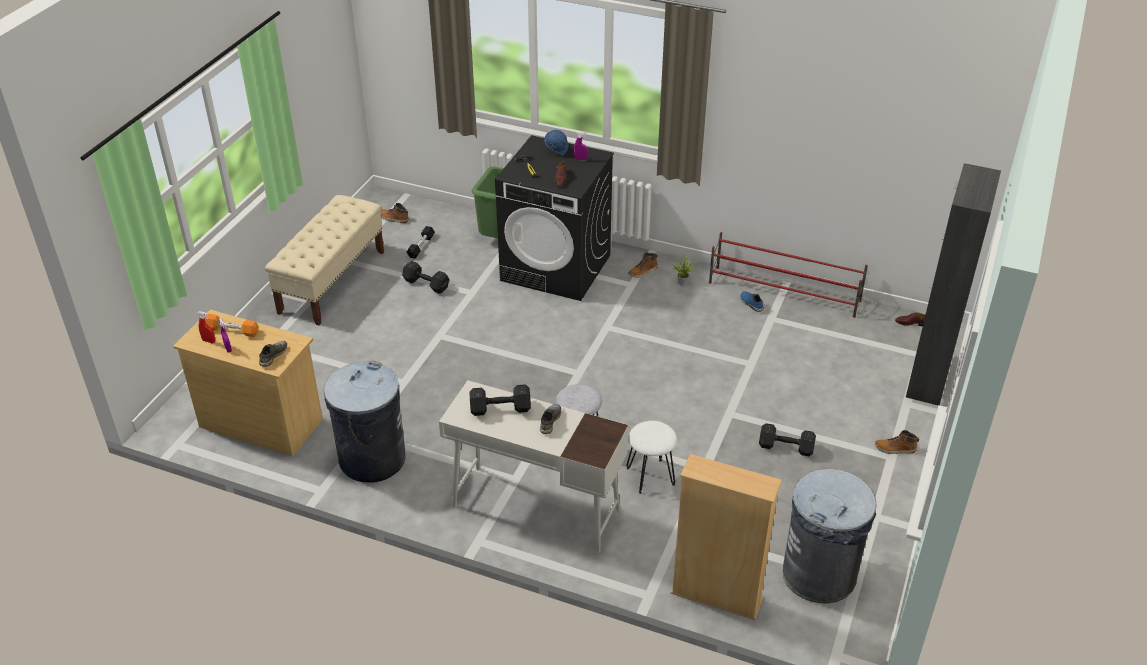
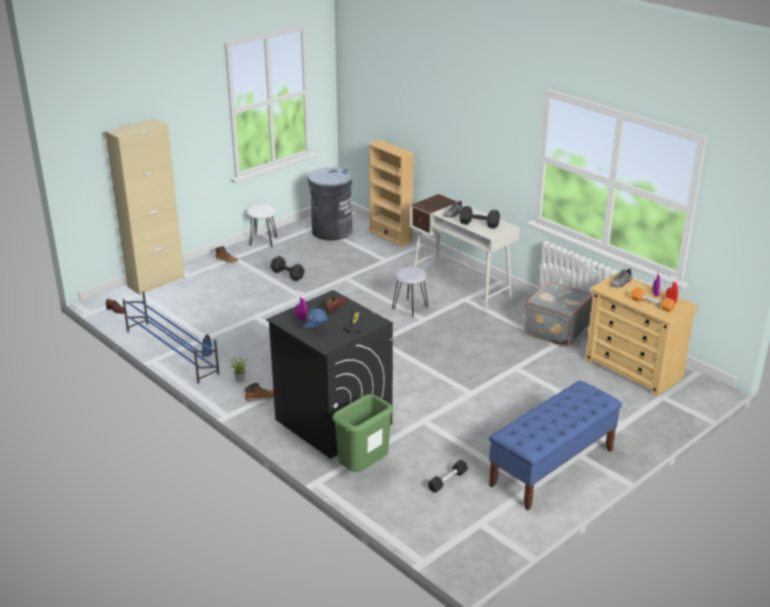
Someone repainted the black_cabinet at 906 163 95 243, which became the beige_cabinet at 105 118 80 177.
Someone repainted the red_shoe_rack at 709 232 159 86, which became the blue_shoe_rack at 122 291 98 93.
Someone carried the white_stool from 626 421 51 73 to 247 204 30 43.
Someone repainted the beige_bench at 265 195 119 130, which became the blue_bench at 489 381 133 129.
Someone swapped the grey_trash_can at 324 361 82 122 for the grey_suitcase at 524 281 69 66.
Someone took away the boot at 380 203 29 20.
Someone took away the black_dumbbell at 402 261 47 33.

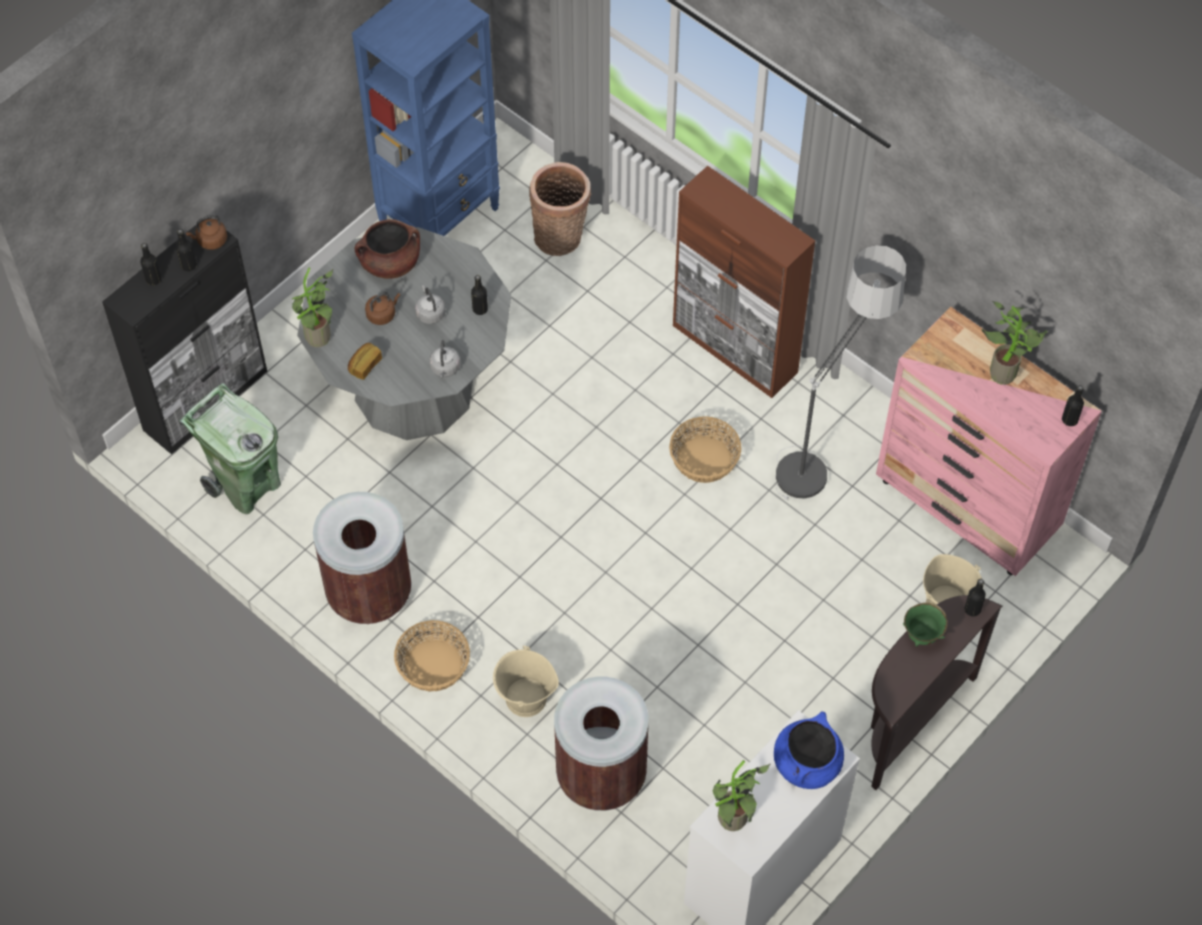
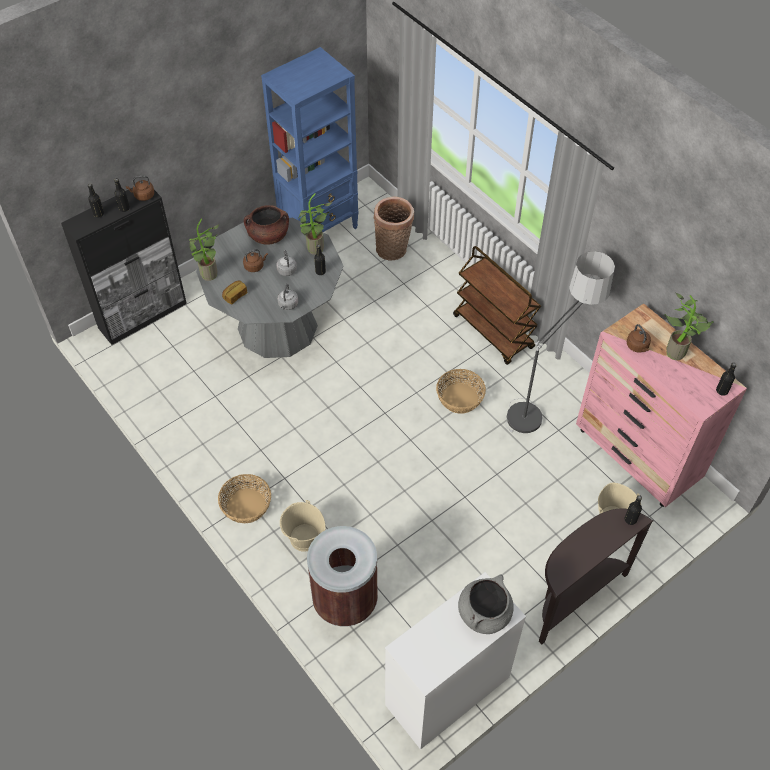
Someone carried the potted_plant from 713 760 57 71 to 298 193 34 62.
Someone swapped the brown_cabinet at 673 166 142 232 for the brown_cart at 453 246 88 119.
Someone repainted the blue_cooking_pot at 774 712 70 77, which became the grey_cooking_pot at 458 574 56 60.
Someone put down the brown_kettle at 627 324 24 29.
Someone took away the green_trash_can at 179 383 102 131.
Someone took away the brown_trash_can at 313 492 99 132.
Someone took away the green_bowl at 903 603 45 44.

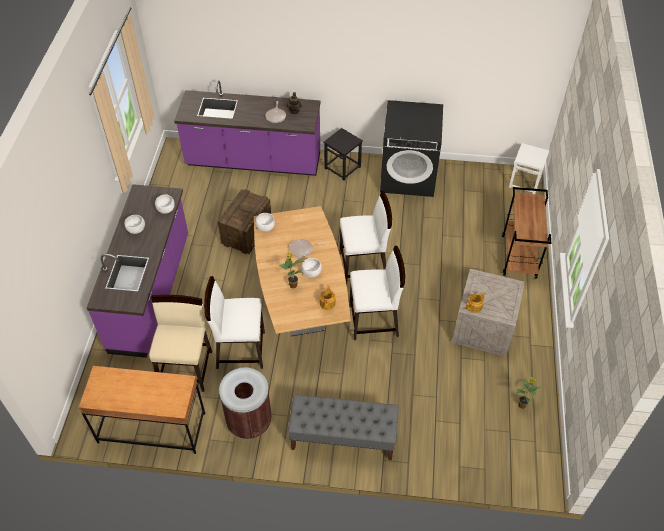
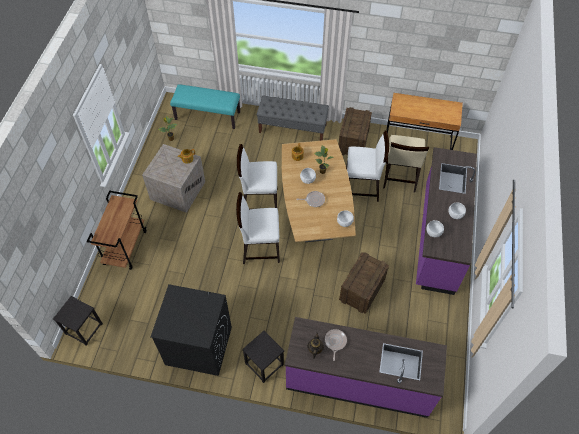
Someone repainted the white_stool at 509 143 40 51, which became the black_stool at 53 296 50 50.
Someone put down the turquoise_bench at 170 84 70 45.
Someone swapped the brown_trash_can at 219 367 53 72 for the crate at 339 107 33 48.

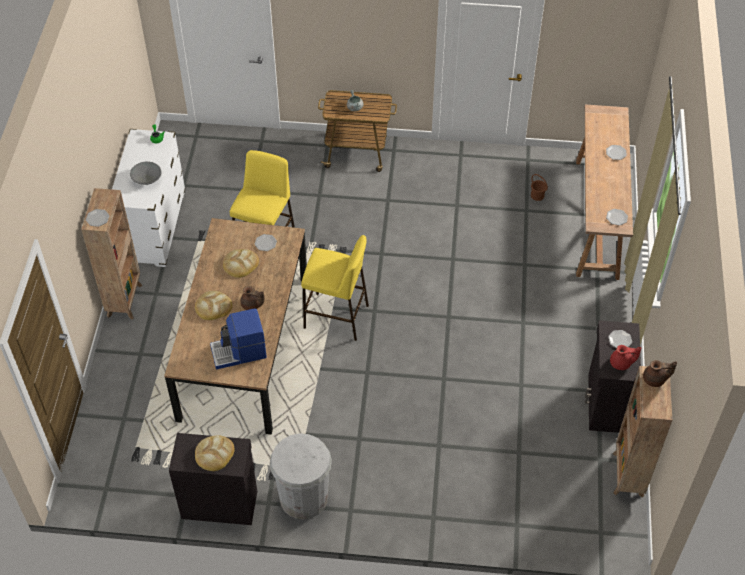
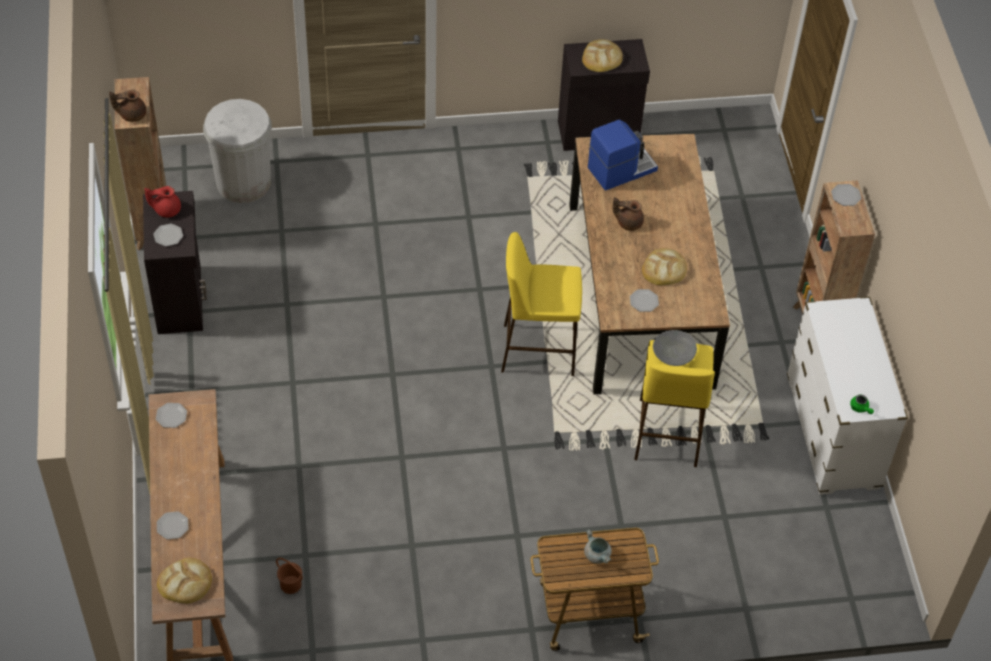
Someone carried the bread from 195 291 38 29 to 157 558 55 46.
Someone carried the white_trash_can from 270 433 62 87 to 203 99 69 104.
Someone carried the grey_bowl from 130 161 31 24 to 653 330 44 36.

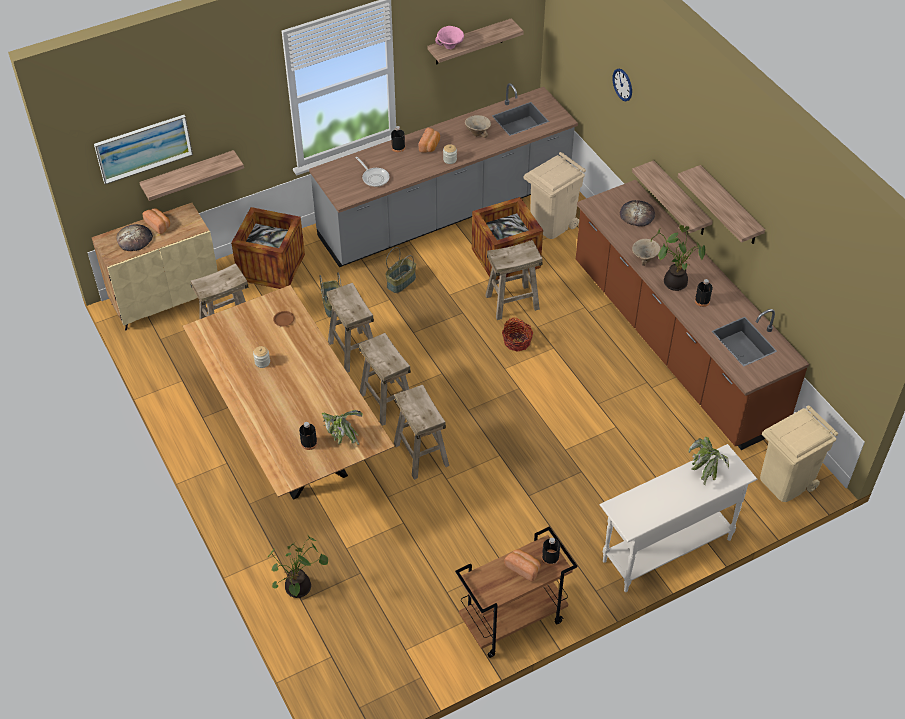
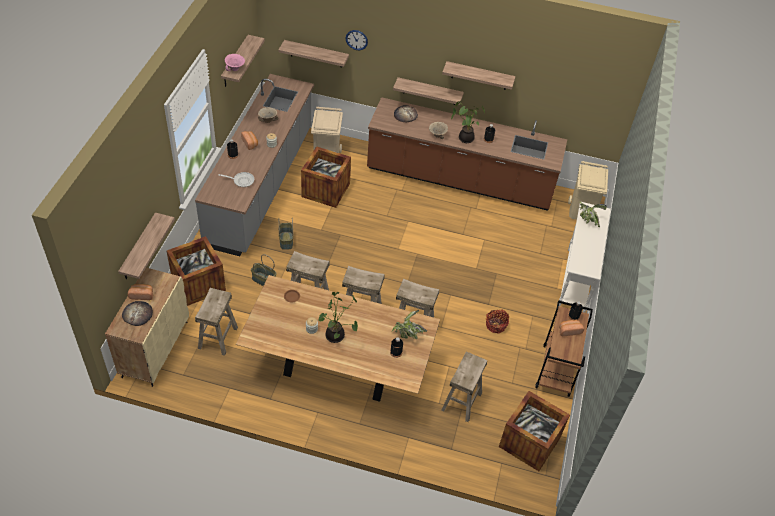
Someone put up the shelf at 278 40 71 28.
Someone carried the potted_plant from 268 536 60 62 to 319 292 39 51.
Someone carried the beige_stool from 485 240 58 80 to 441 351 47 71.
Someone carried the basket from 502 317 32 35 to 486 309 23 25.
Someone put down the crate at 499 391 71 80.
Someone took away the picture at 94 115 99 70.

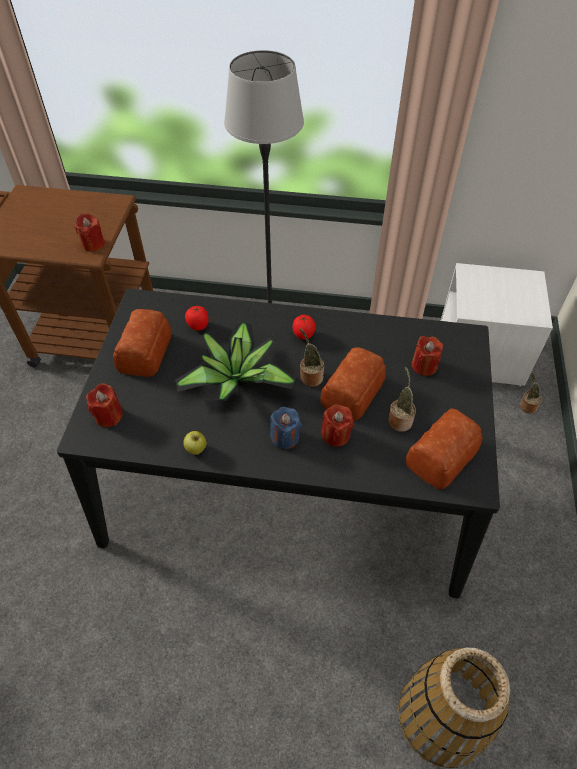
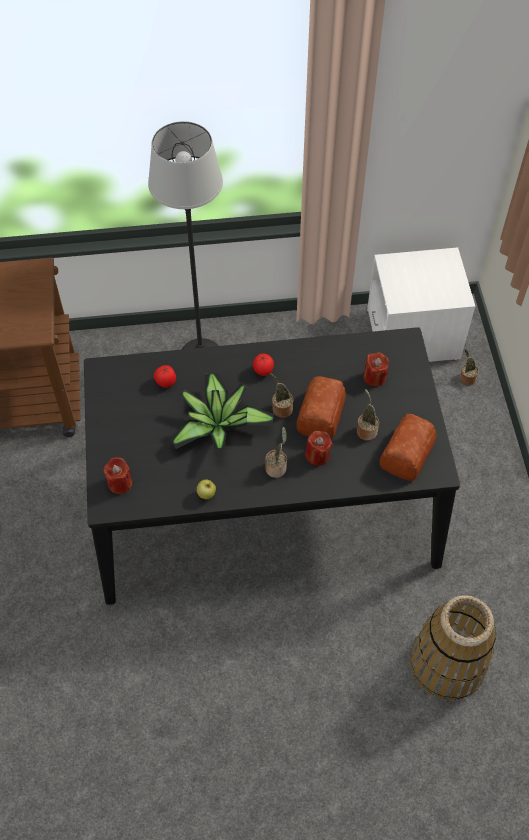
Someone swapped the blue_candle at 270 407 32 42 for the potted_plant at 265 427 22 51.
Someone took away the red_candle at 74 213 32 39.
Someone took away the bread at 113 309 58 68.

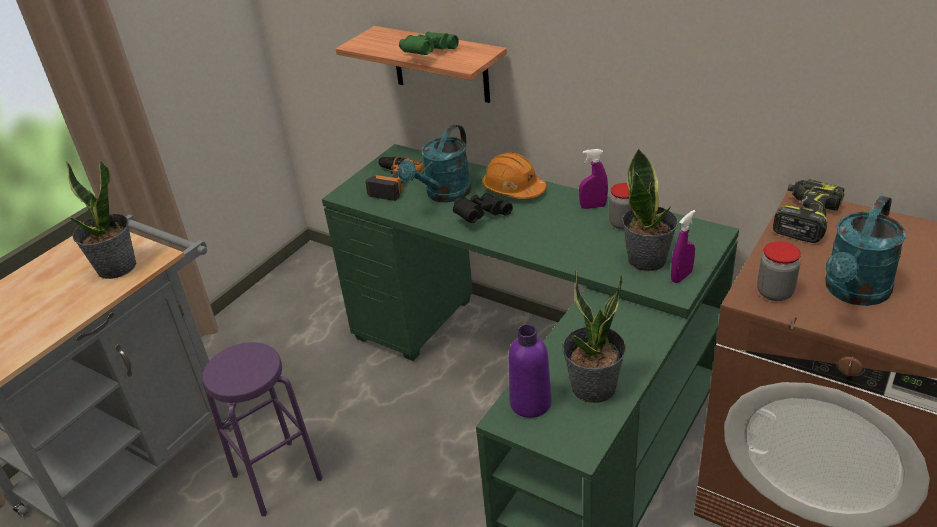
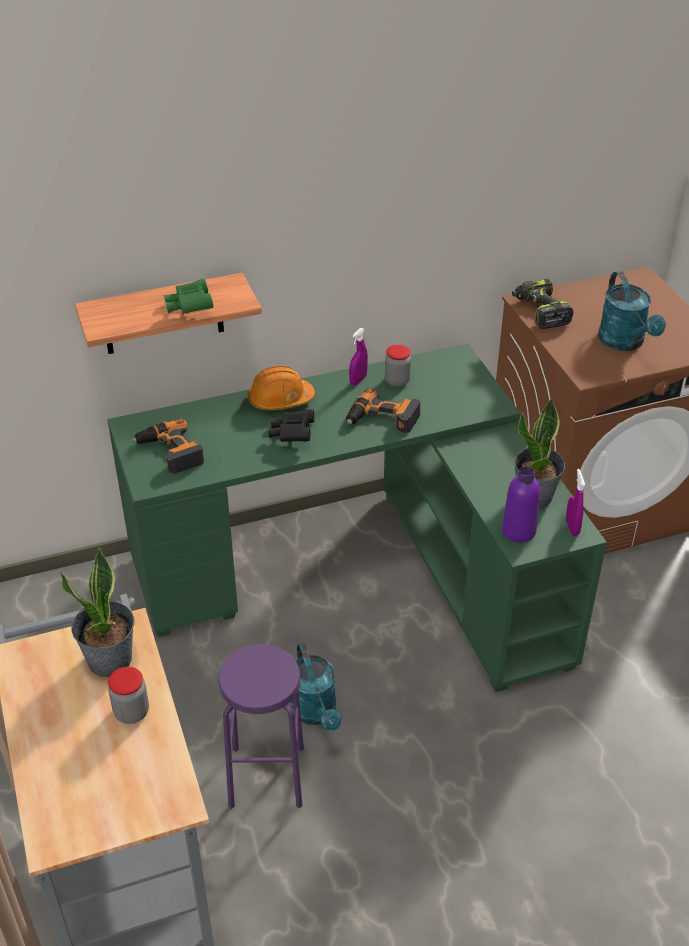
Someone carried the jar from 757 241 44 60 to 108 667 41 57.
Someone carried the turquoise_watering_can from 398 124 73 78 to 290 643 52 88.
Someone put down the power_drill at 346 388 74 45.
Someone carried the purple_spray_bottle from 671 210 25 73 to 566 469 19 67.
Someone took away the potted_plant at 622 148 56 123.

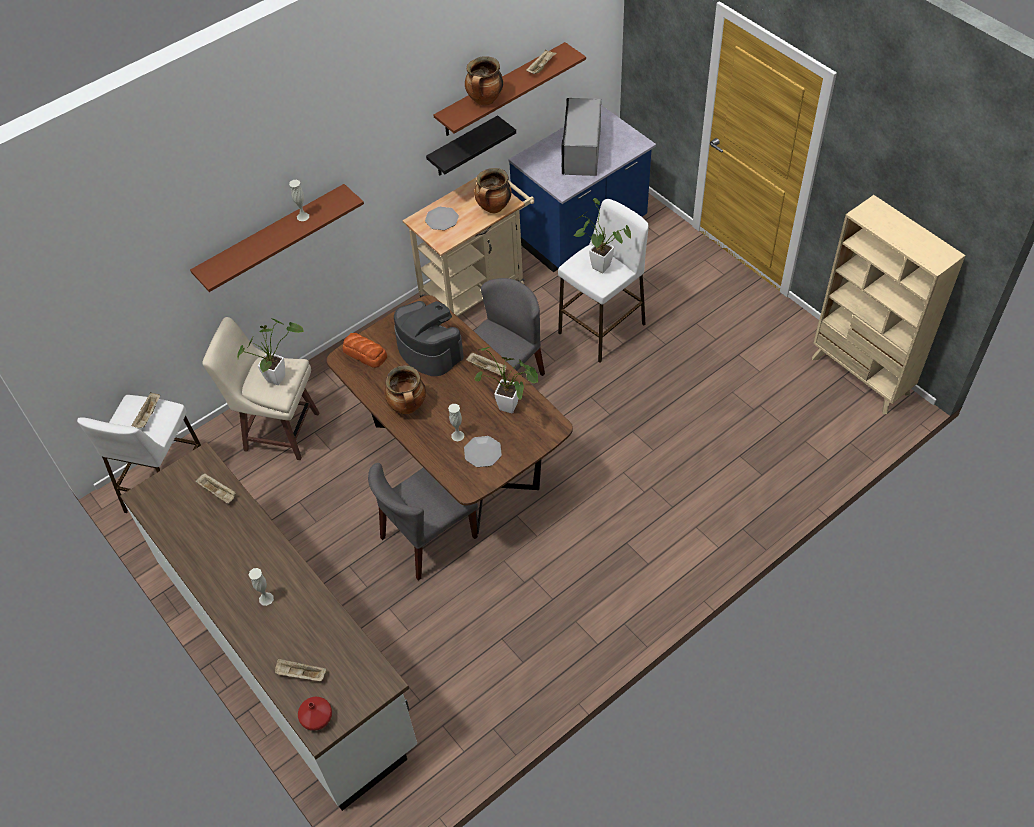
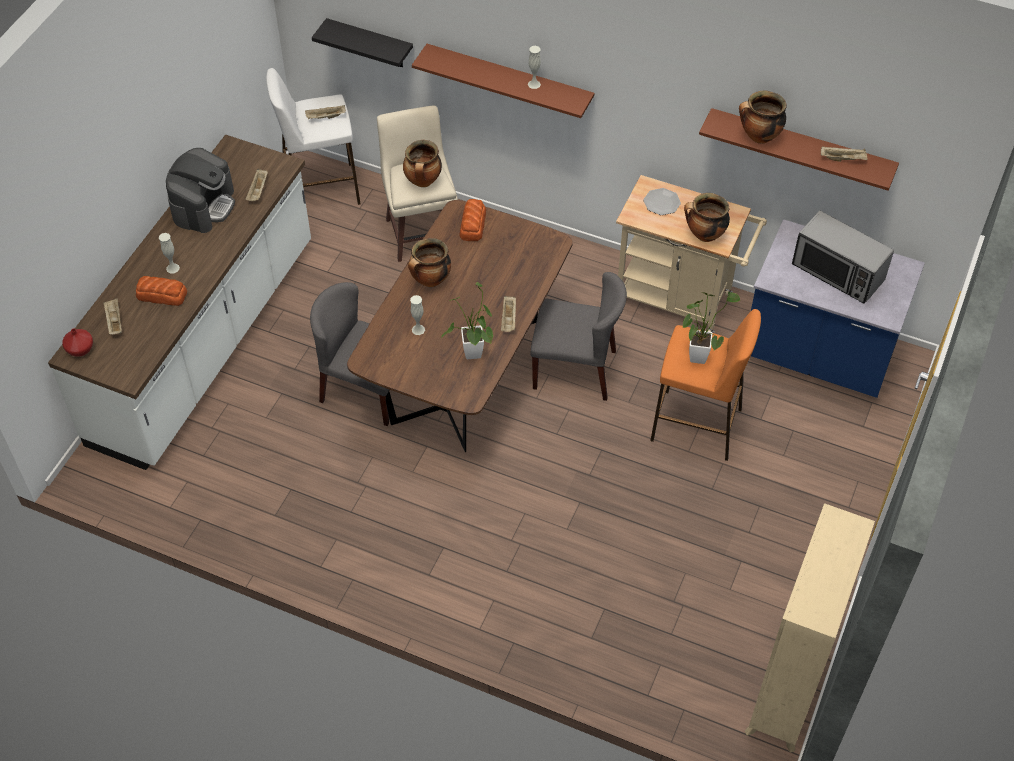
Someone put down the bread at 136 276 51 30.
Someone carried the coffee_machine from 394 301 70 75 to 166 148 69 85.
Someone carried the black_shelf from 426 115 90 61 to 312 18 101 49.
Someone swapped the potted_plant at 237 318 67 67 for the cooking_pot at 403 140 39 47.
Someone repainted the white_stool at 558 199 91 164, which became the orange_stool at 650 309 111 152.
Someone rotated the microwave at 561 98 40 78 by 120 degrees counterclockwise.
Someone took away the plate at 464 436 38 31.

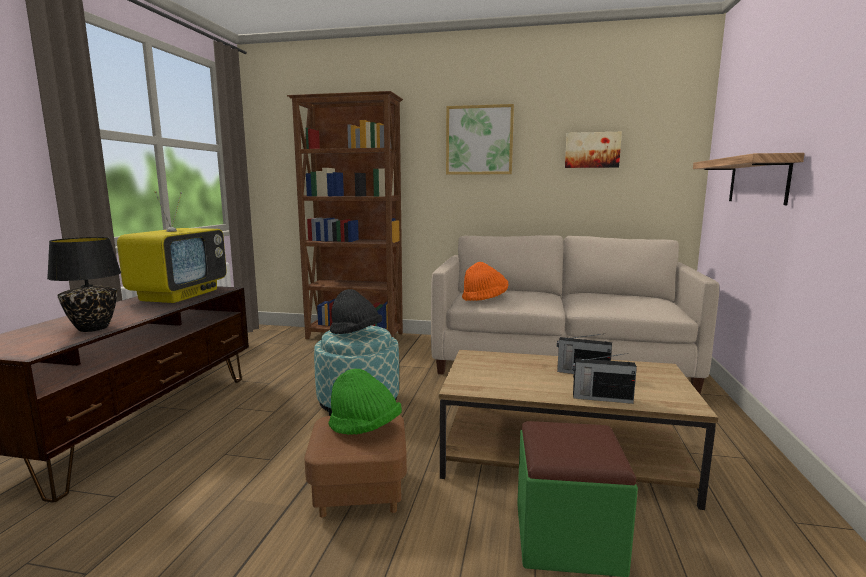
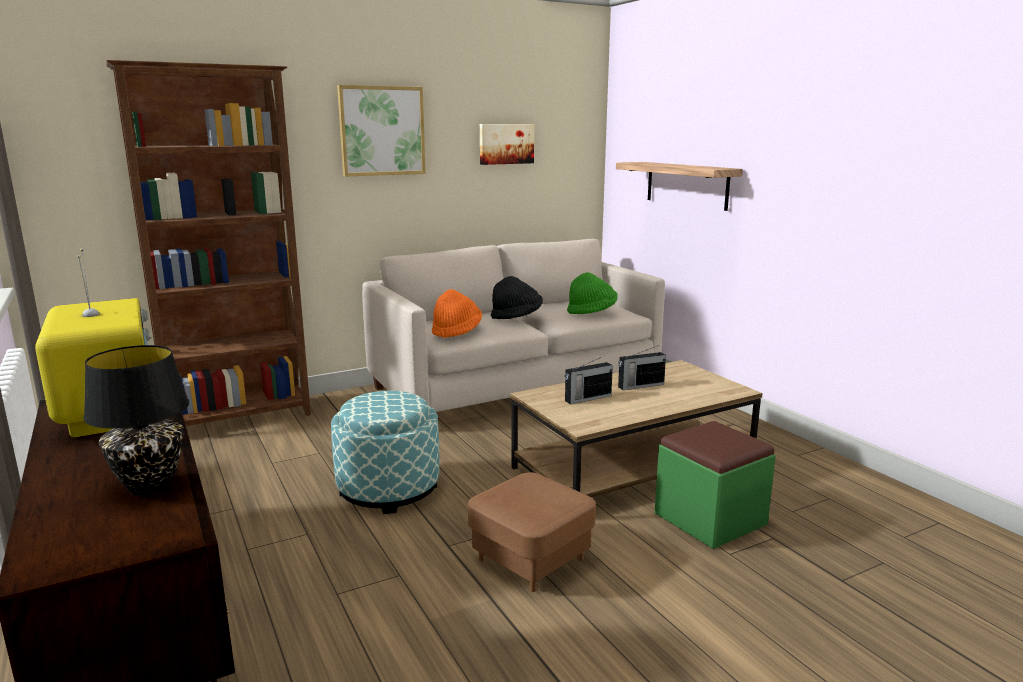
Someone carried the black_hat from 330 289 52 45 to 491 276 52 43.
Someone carried the radio from 572 353 65 51 to 565 357 48 47.
Someone carried the green_hat from 328 369 74 66 to 567 272 51 42.

